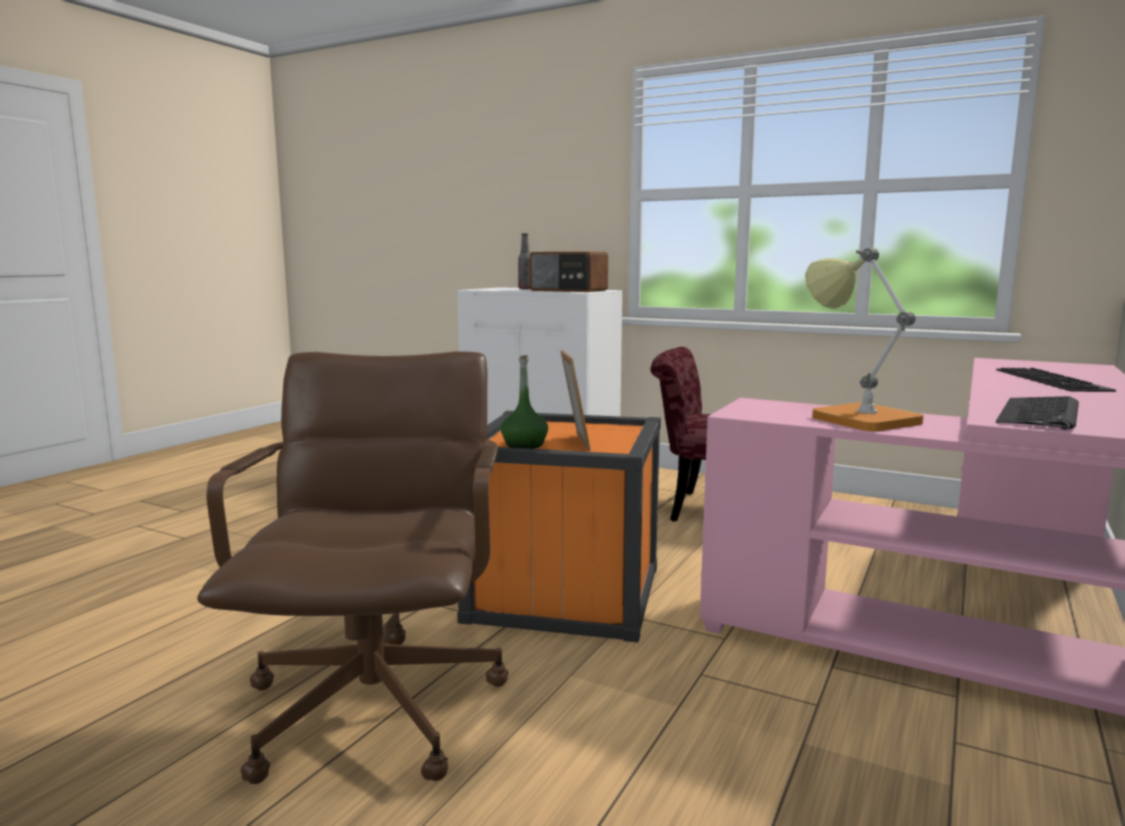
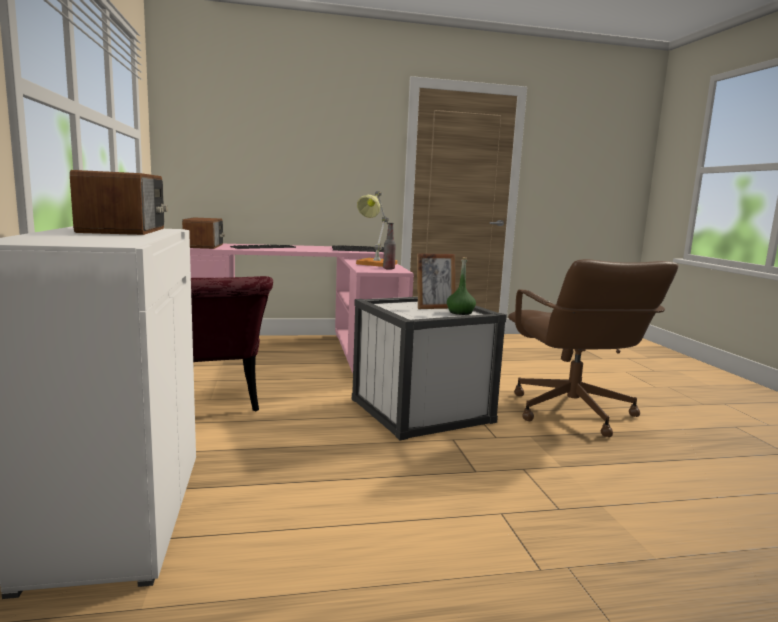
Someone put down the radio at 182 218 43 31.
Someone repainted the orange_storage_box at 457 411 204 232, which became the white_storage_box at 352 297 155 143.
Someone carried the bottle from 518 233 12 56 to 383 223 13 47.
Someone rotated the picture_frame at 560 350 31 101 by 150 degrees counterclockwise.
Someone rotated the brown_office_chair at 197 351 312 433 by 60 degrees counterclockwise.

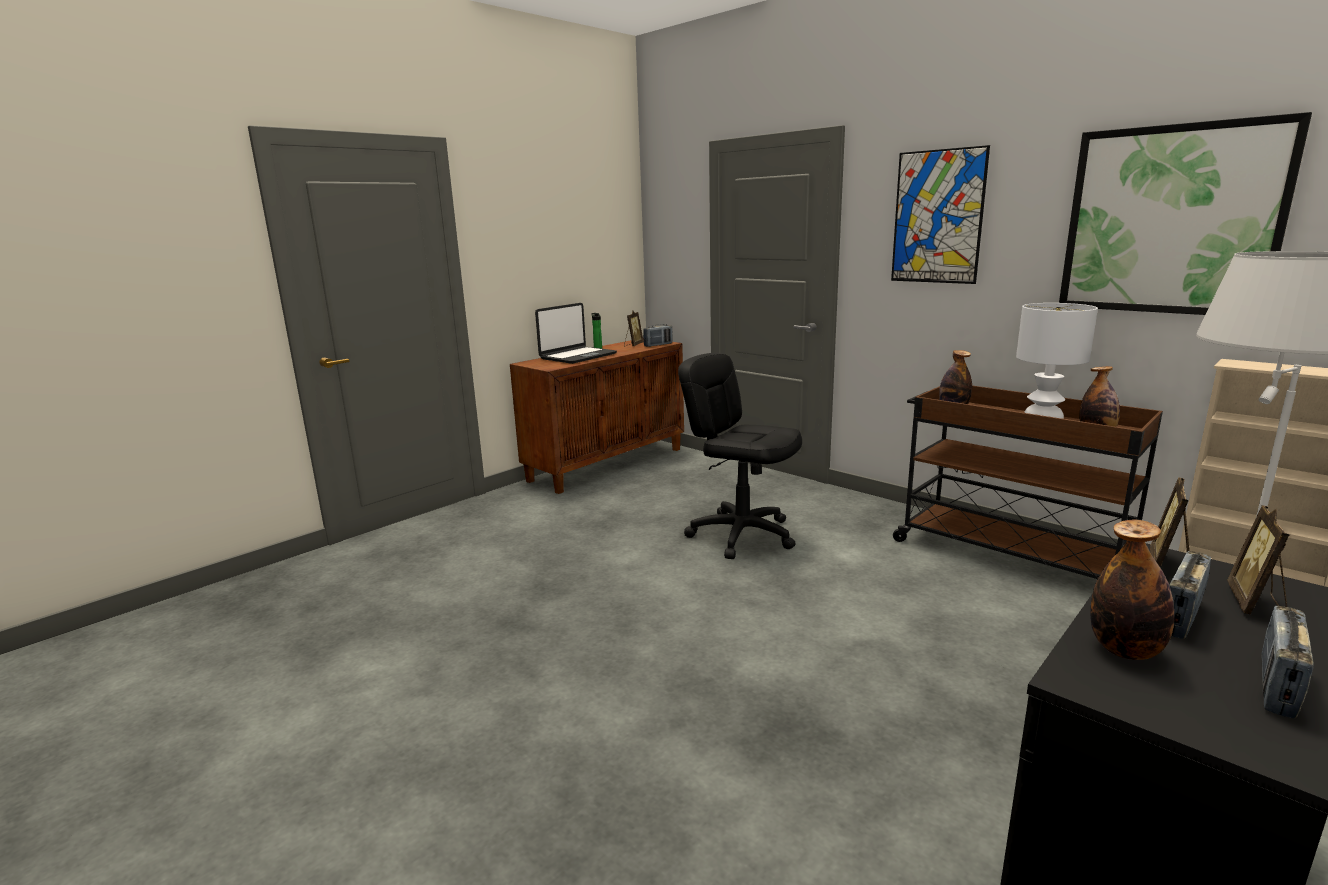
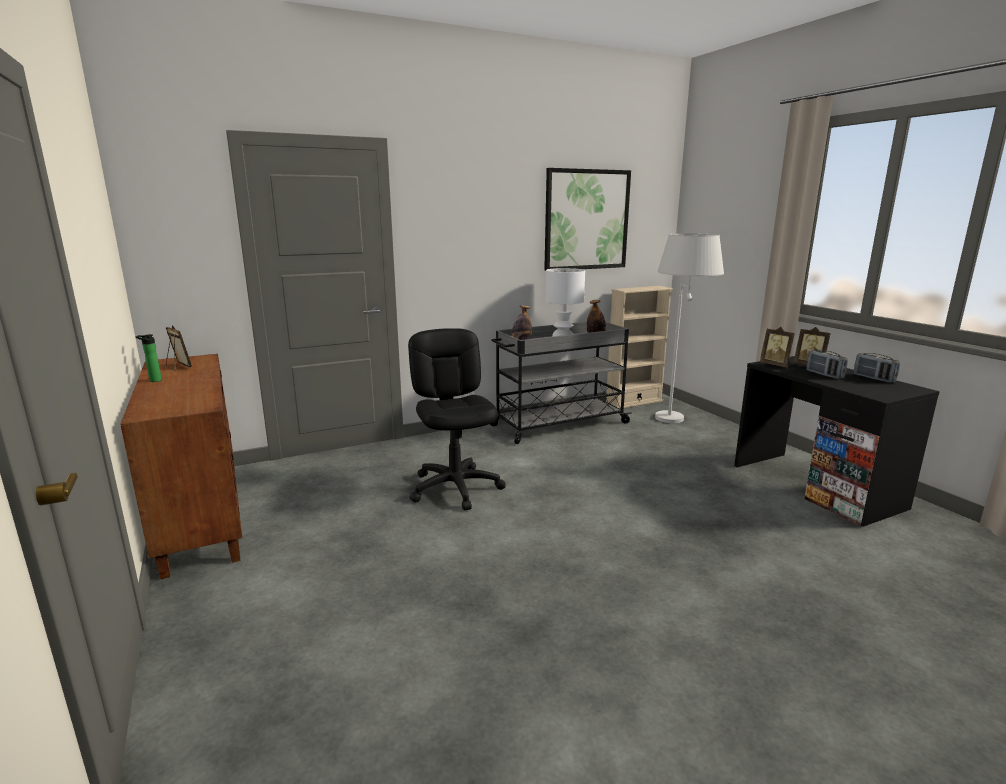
Someone rotated the black_office_chair at 678 353 124 206 by 105 degrees clockwise.
Someone repainted the brown_cart at 893 386 270 193, which became the grey_cart at 490 322 142 122.
Someone took away the laptop at 535 303 82 61.
Someone took away the radio at 643 324 30 23.
Someone took away the picture at 891 145 99 139.
Someone took away the bottle at 1090 519 84 141.

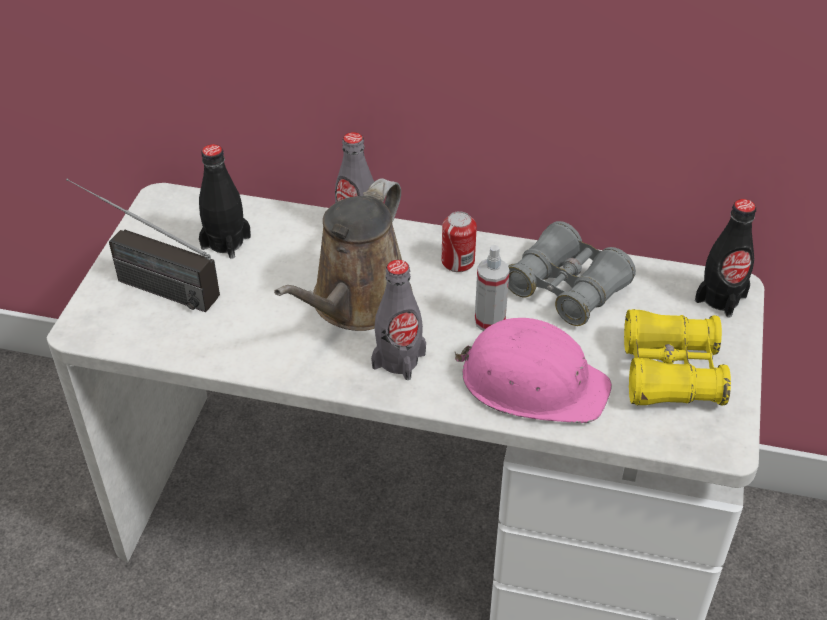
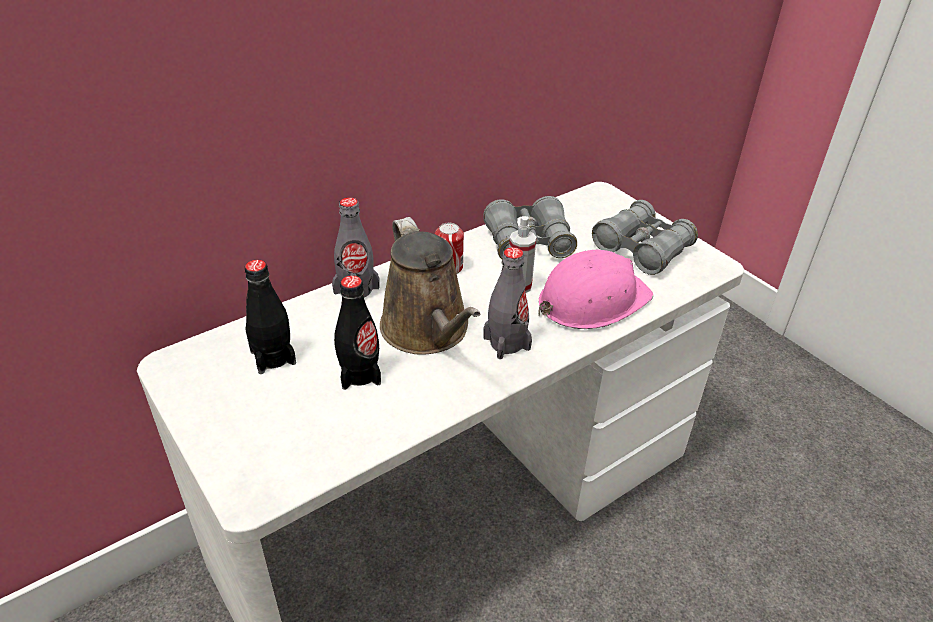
Someone carried the black_bottle from 695 199 61 119 to 334 275 47 115.
Someone repainted the yellow_binoculars at 624 309 107 97, which became the grey_binoculars at 592 200 106 75.
Someone took away the radio at 66 178 154 134.

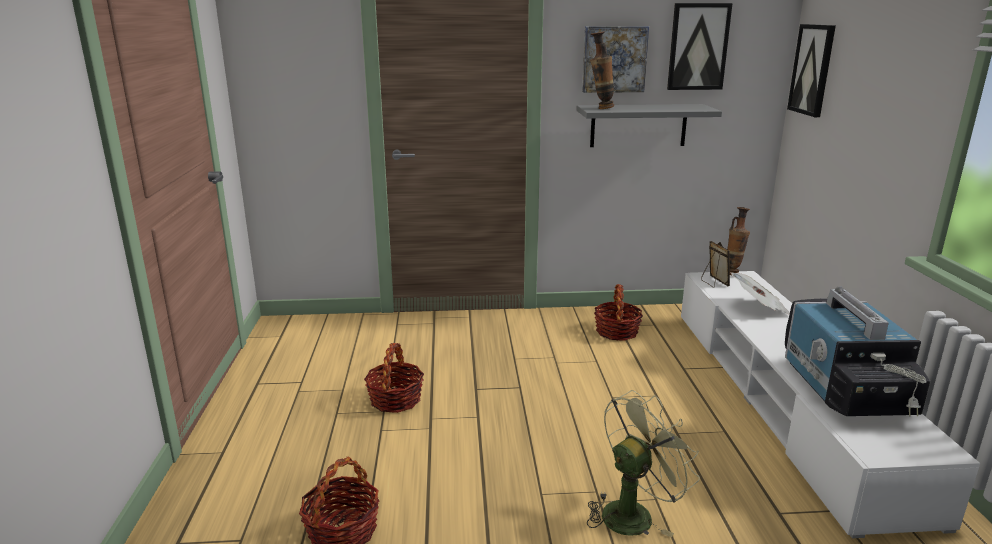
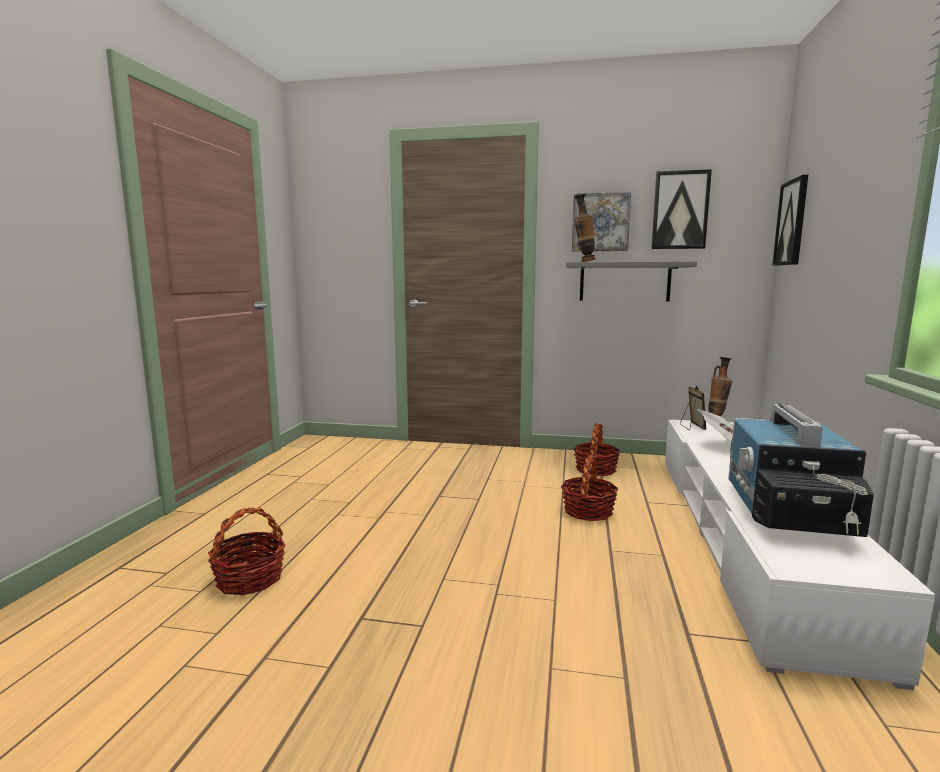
Someone carried the basket from 364 343 60 70 to 561 455 57 66.
Someone took away the green_fan at 587 390 113 148.

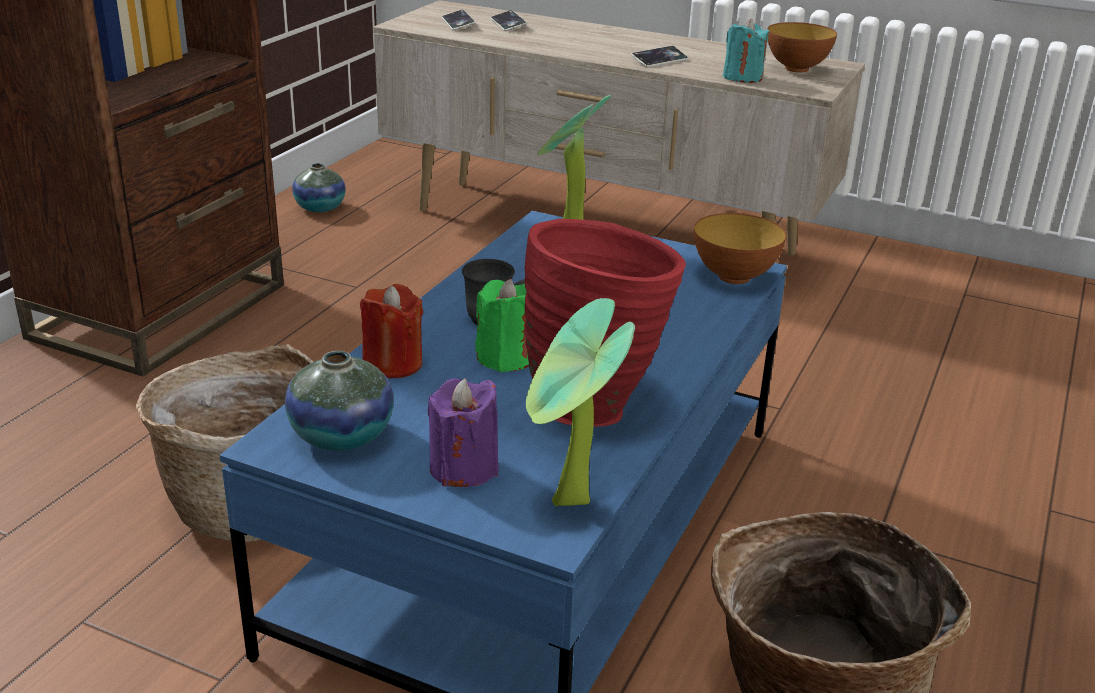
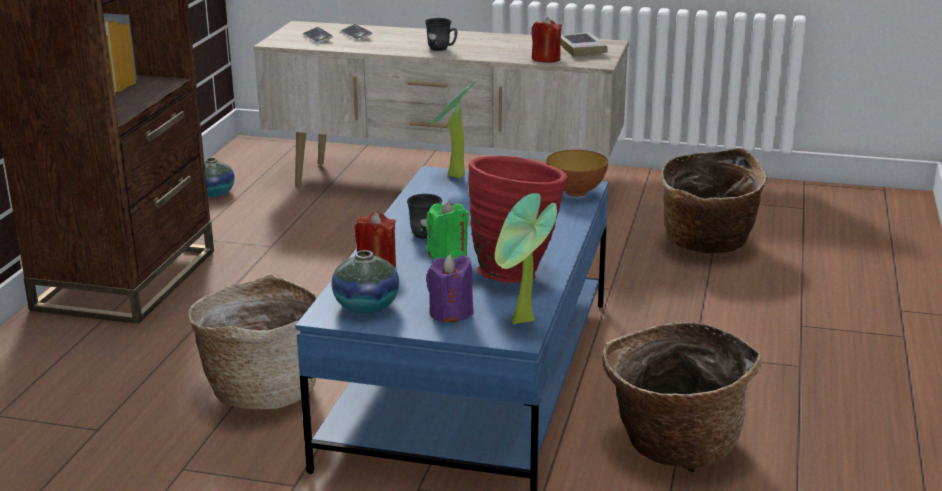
Someone put down the grey_mug at 425 18 32 33.
Someone repainted the turquoise_candle at 723 19 46 64, which became the red_candle at 532 17 30 46.
Someone swapped the bowl at 767 22 70 50 for the book at 561 32 47 25.
Someone put down the basket at 661 148 106 105.
Someone took away the phone at 631 46 57 21.

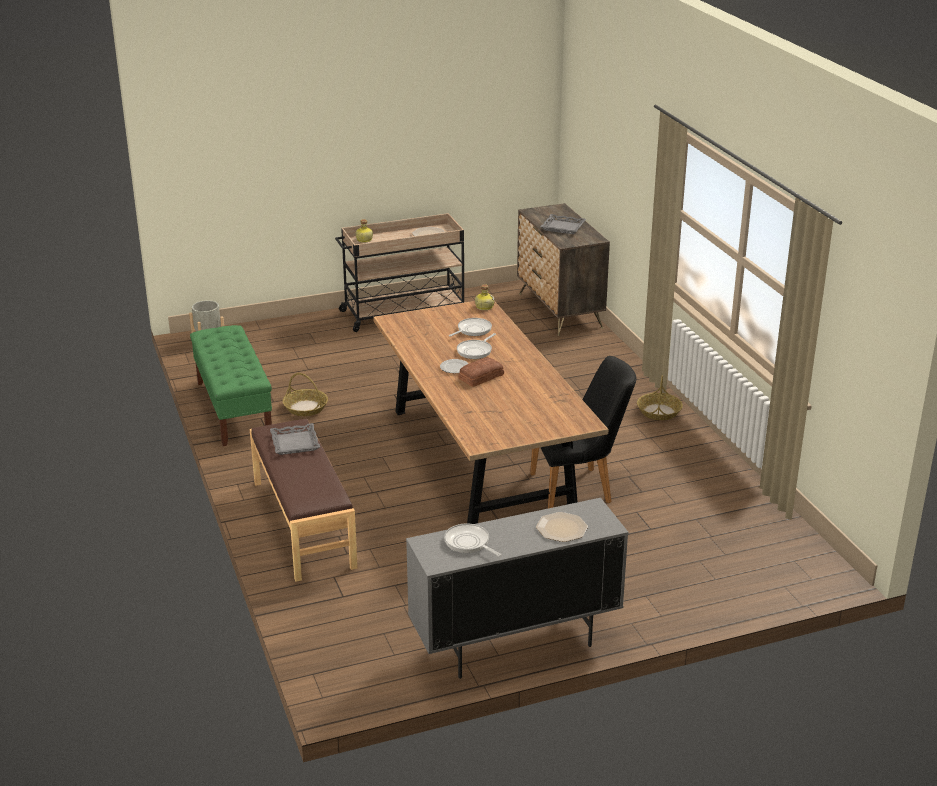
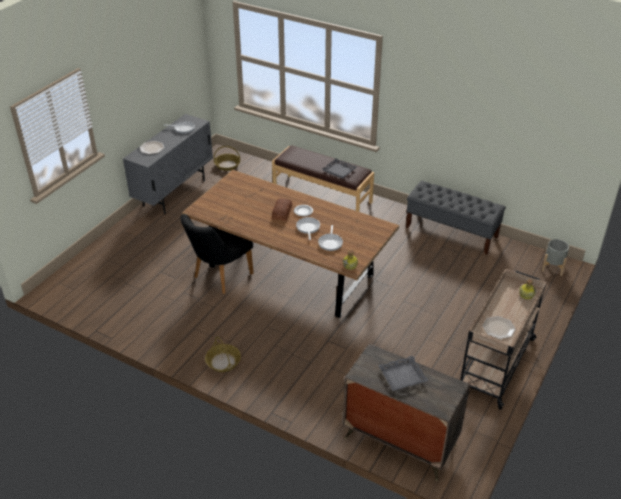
Someone carried the basket from 283 373 45 43 to 214 146 26 25.
Someone repainted the green_bench at 190 325 82 121, which became the grey_bench at 406 181 100 73.

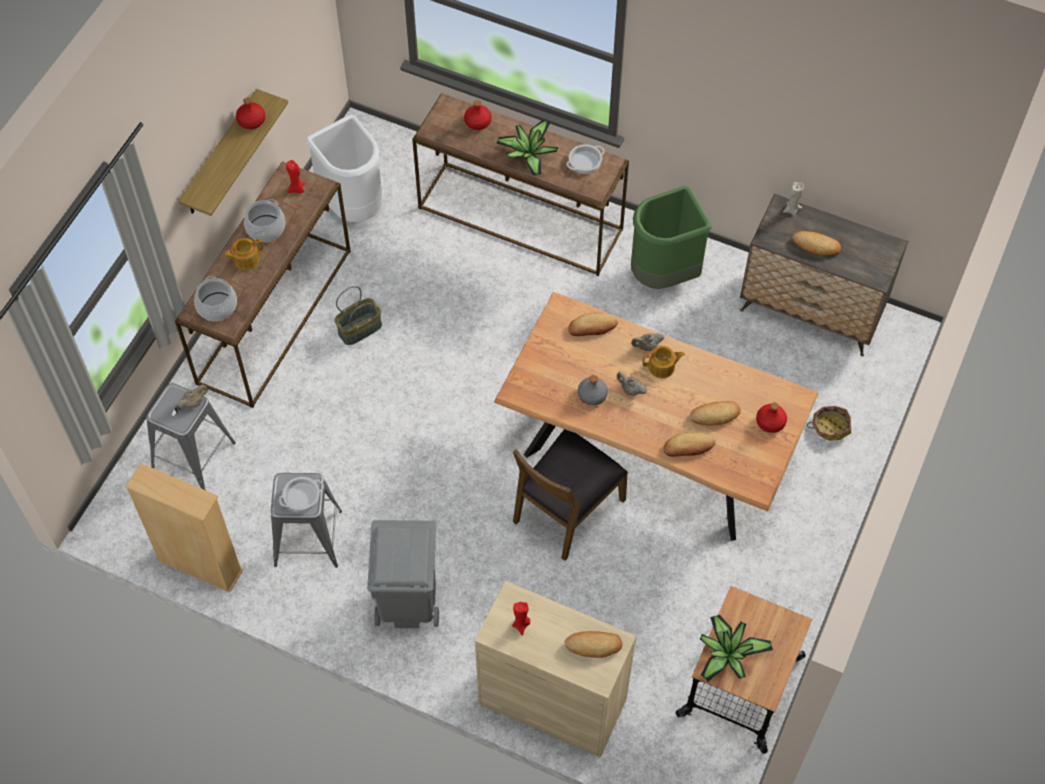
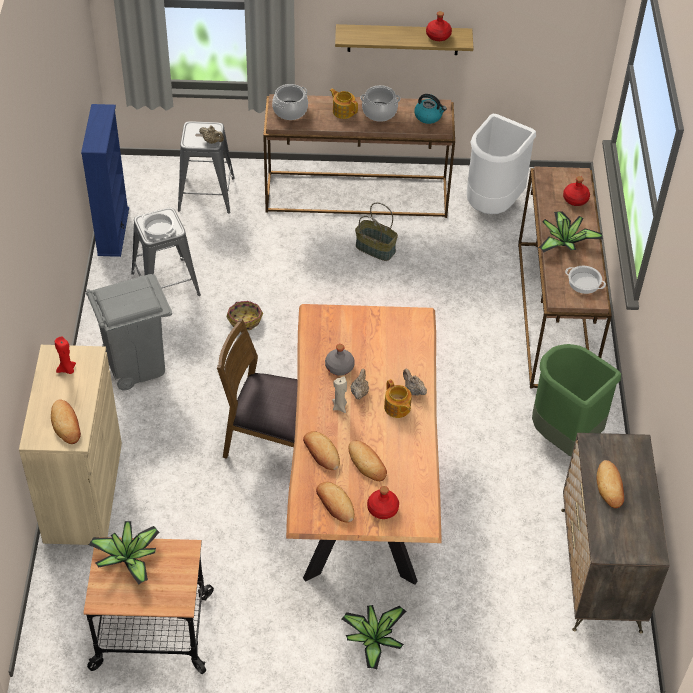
Someone repainted the beige_bookcase at 125 463 119 130, which became the blue_bookcase at 81 104 48 153.
Someone carried the basket from 807 406 44 35 to 226 301 37 29.
Someone carried the bread from 568 313 51 23 to 316 482 39 40.
Someone carried the beige_candle from 783 182 21 34 to 332 376 15 37.
Someone put down the potted_plant at 342 605 64 64.
Someone swapped the red_candle at 286 160 19 34 for the kettle at 414 94 33 30.

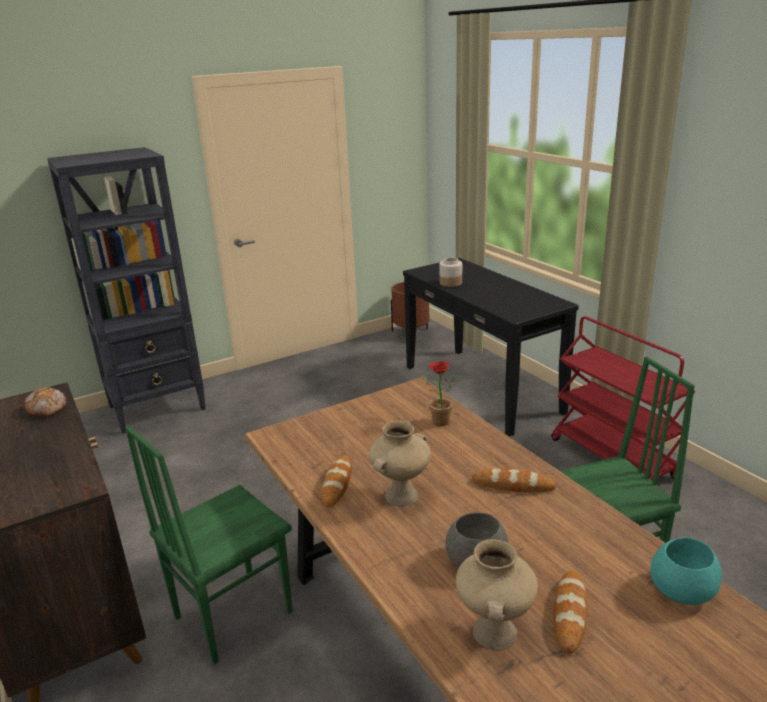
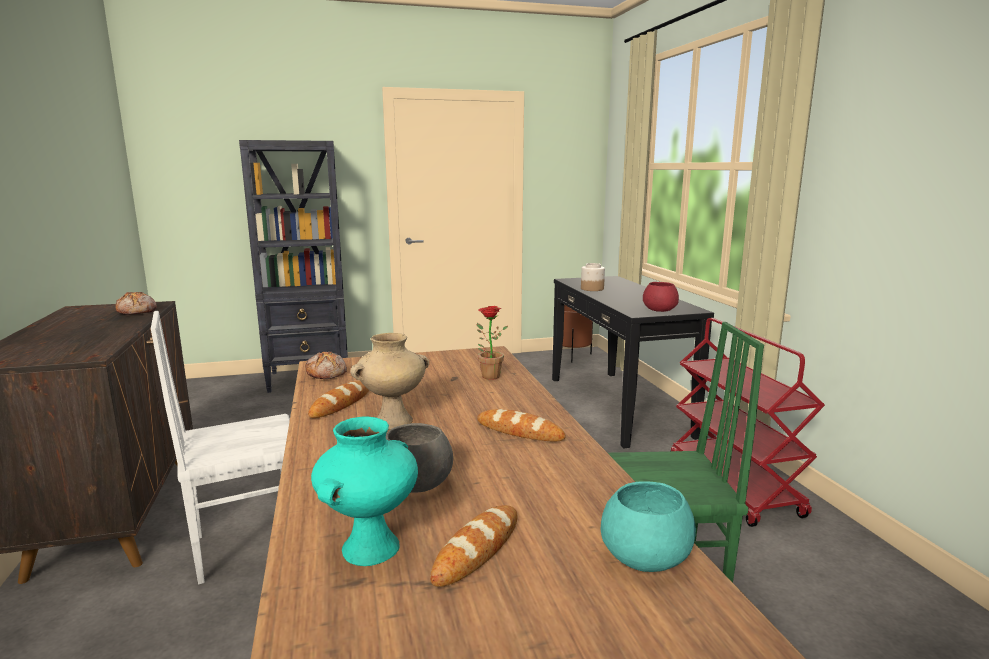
Someone repainted the green_chair at 125 425 168 239, which became the white_chair at 151 311 139 273.
Someone put down the bread at 305 352 42 27.
Someone repainted the beige_vase at 456 539 82 112, which became the turquoise_vase at 311 417 107 149.
Someone put down the red_bowl at 643 282 36 30.

